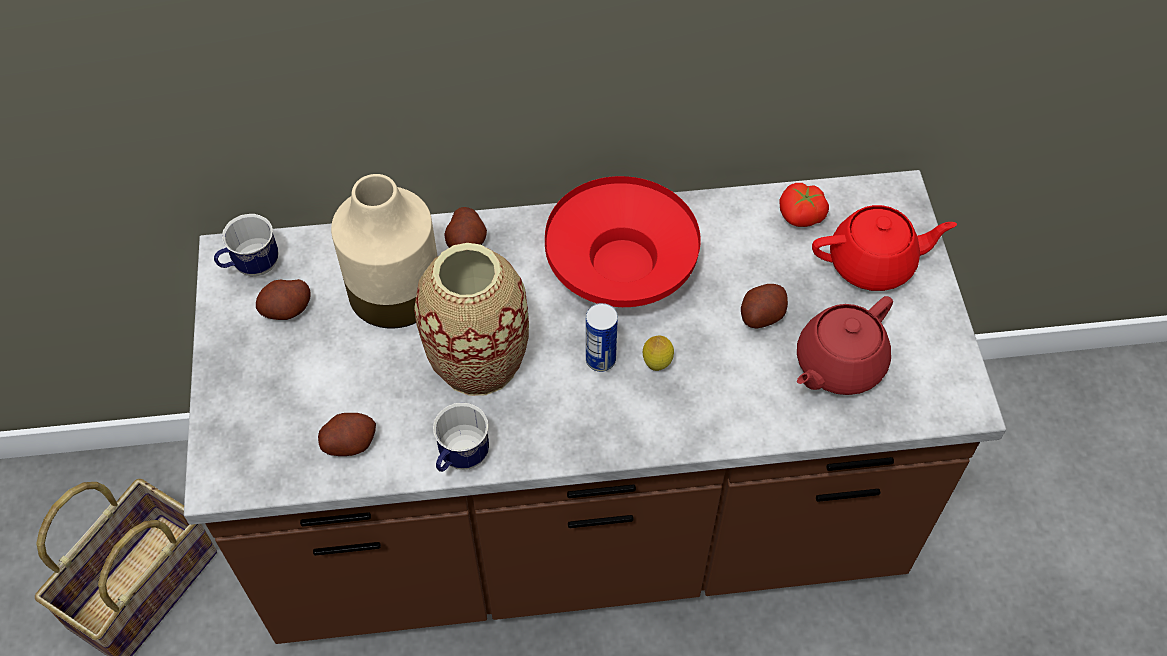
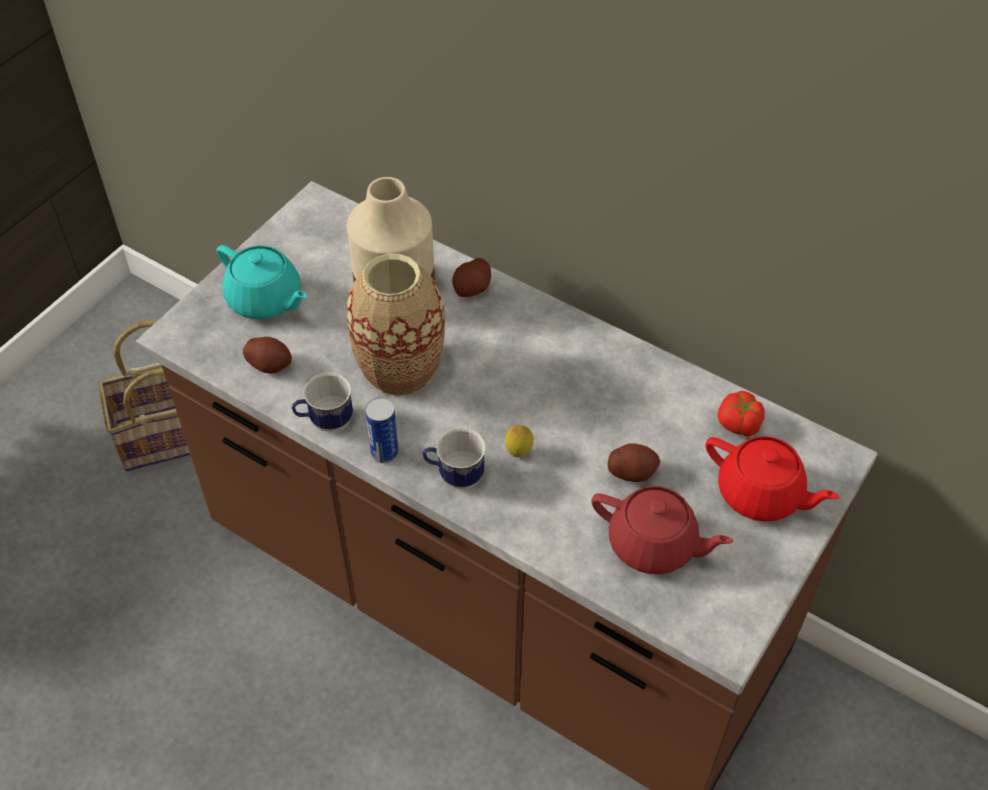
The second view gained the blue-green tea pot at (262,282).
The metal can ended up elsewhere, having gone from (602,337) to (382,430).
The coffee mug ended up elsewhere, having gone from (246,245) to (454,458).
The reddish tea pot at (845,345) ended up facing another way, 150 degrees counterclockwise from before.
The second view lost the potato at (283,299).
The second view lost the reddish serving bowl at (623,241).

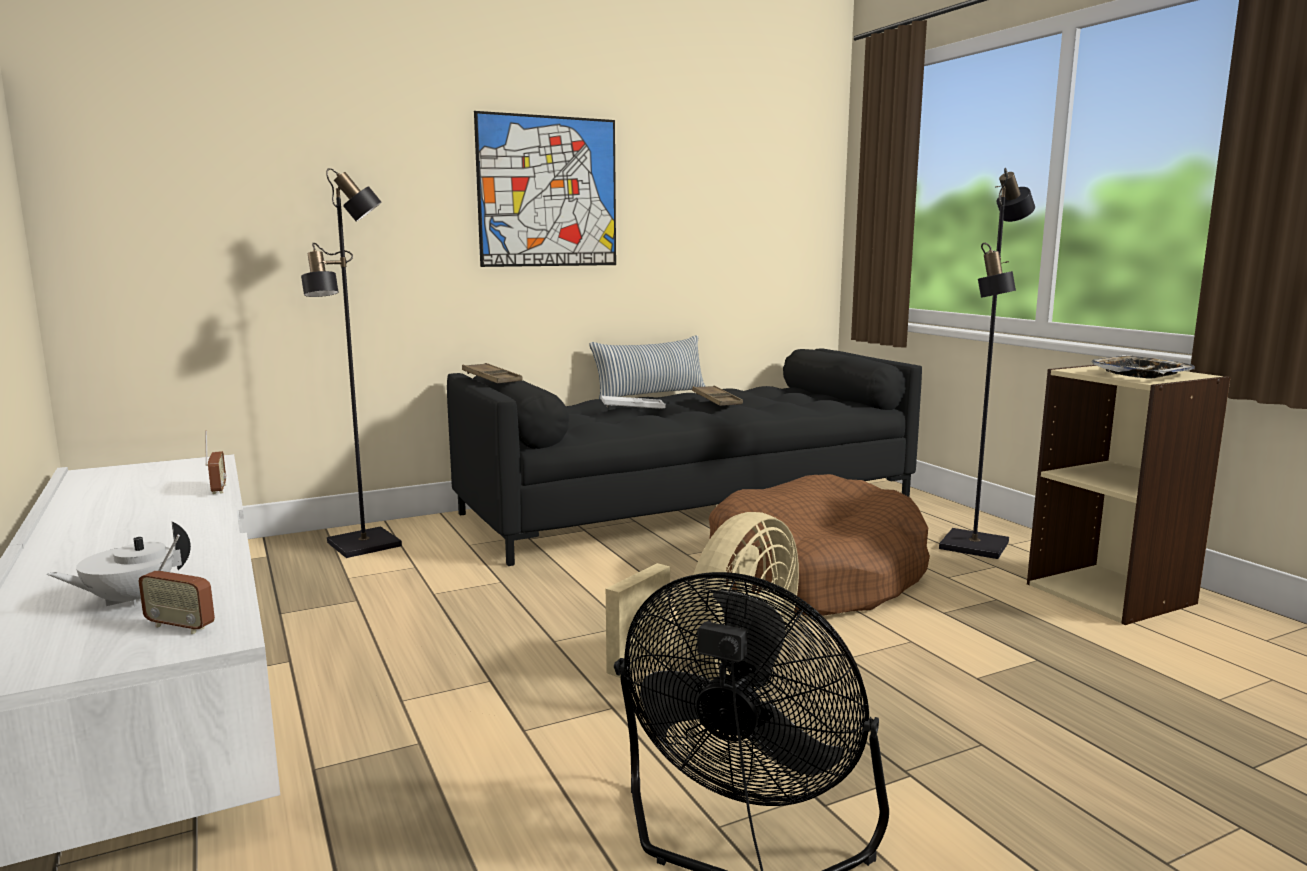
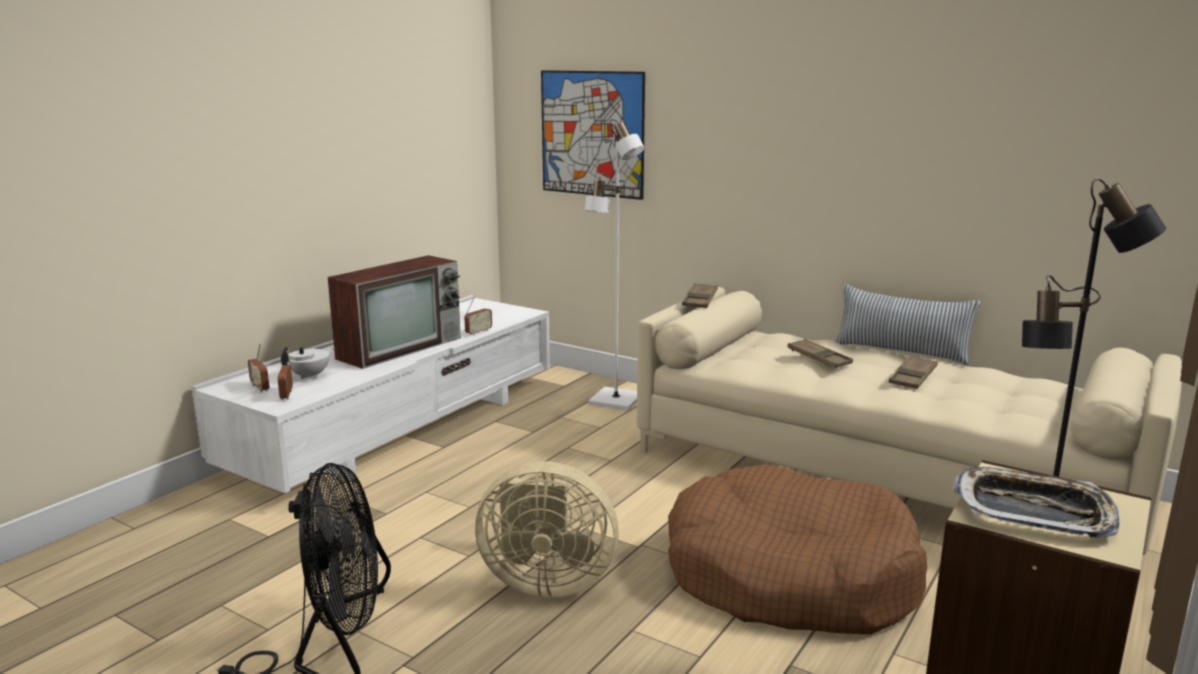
The second view gained the radio receiver at (258,367).
The white-coloured tea pot at (119,564) ended up facing another way, 105 degrees clockwise from before.
The second view gained the TV at (394,312).
The wall art ended up elsewhere, having gone from (545,189) to (593,135).
What was the blackish standing lamp at (351,363) turned into the white-coloured standing lamp at (614,265).
What was the blackish settee at (684,457) turned into the beige settee at (909,421).
What was the white-coloured carrying tray at (633,402) turned into the brown carrying tray at (820,353).

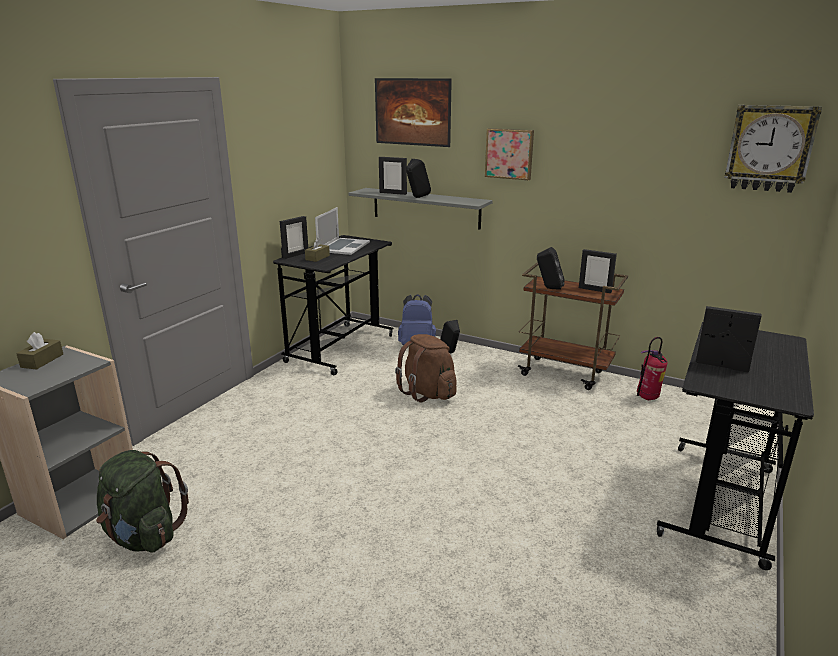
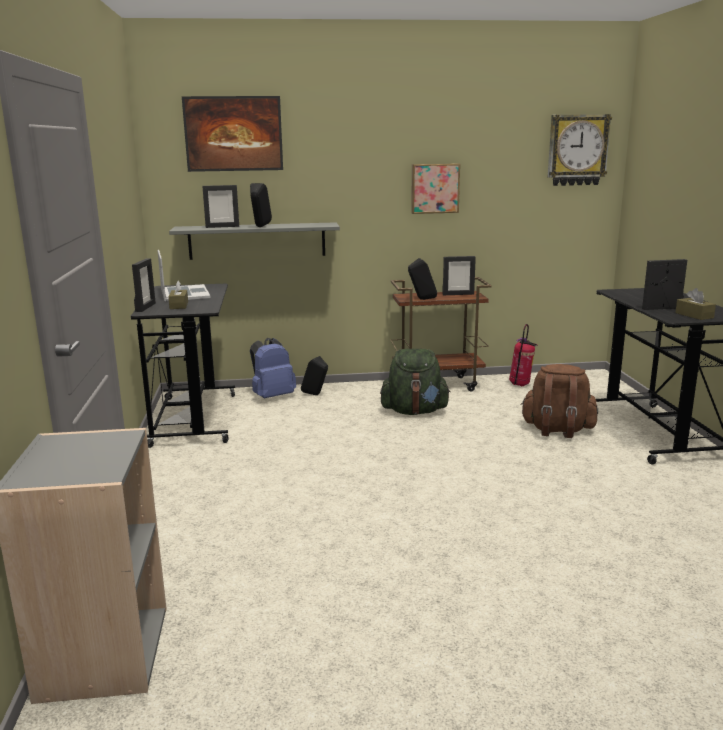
The greenish knapsack ended up elsewhere, having gone from (142,501) to (415,382).
The wall art ended up elsewhere, having gone from (509,154) to (435,188).
The brown knapsack ended up elsewhere, having gone from (426,368) to (559,401).
The brown box of tissues ended up elsewhere, having gone from (39,350) to (695,304).

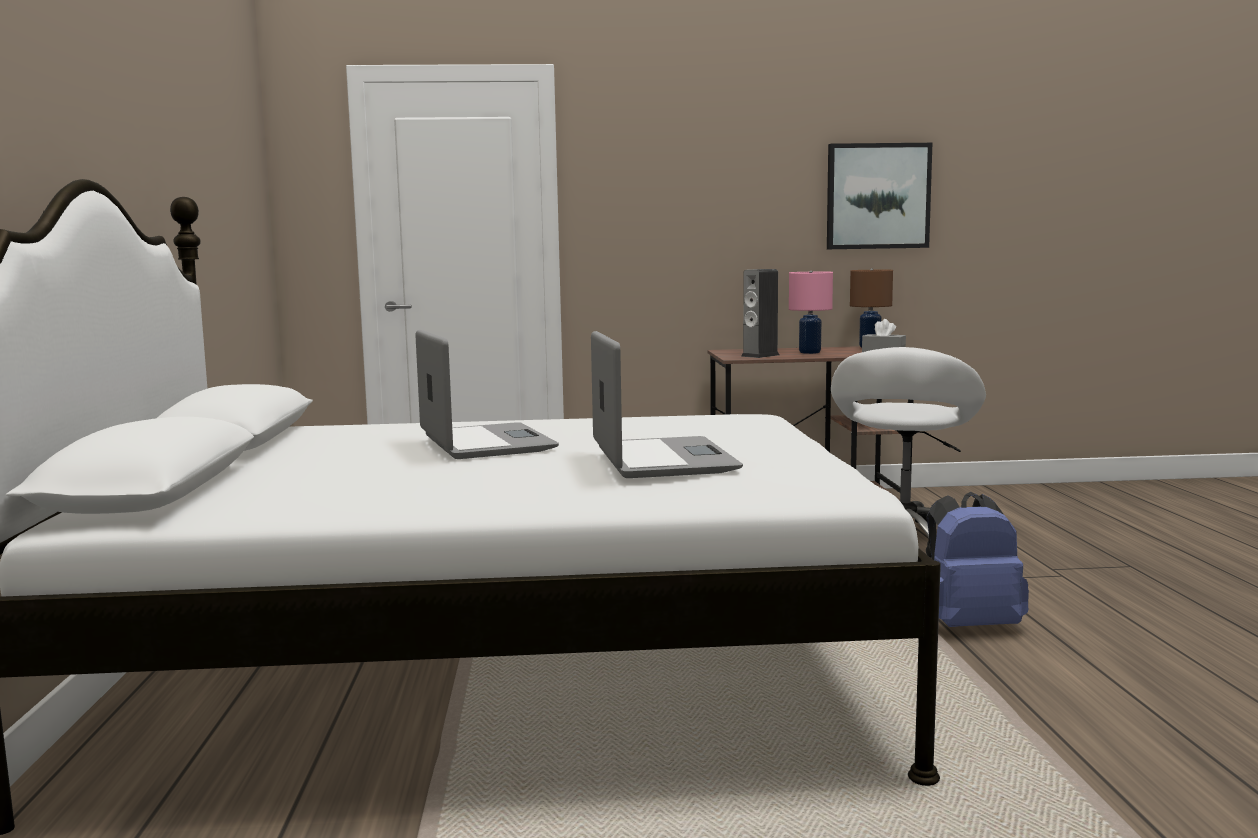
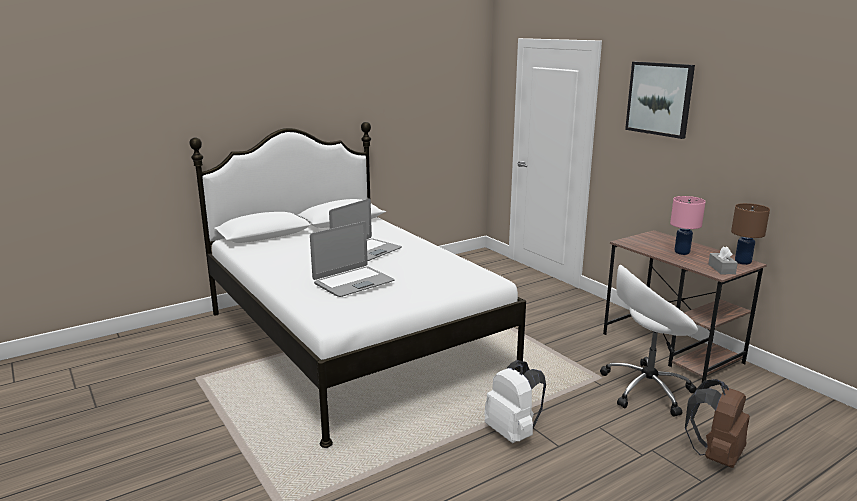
What was the bluish knapsack at (978,559) turned into the white-coloured knapsack at (515,401).
The wall art ended up elsewhere, having gone from (879,196) to (660,100).
The second view gained the brown knapsack at (717,423).
The second view lost the speaker at (760,313).

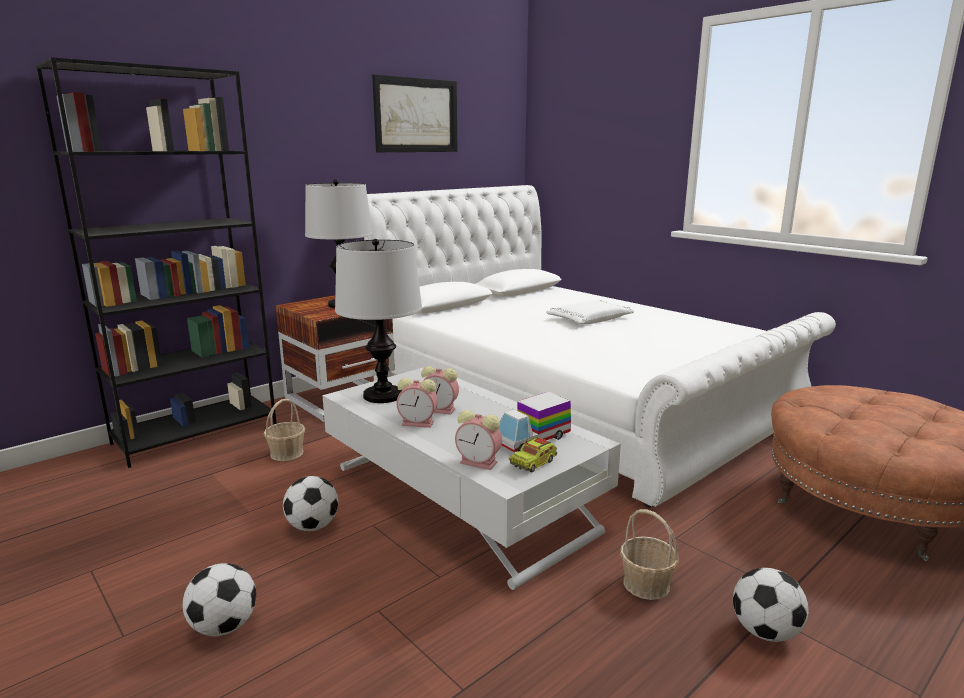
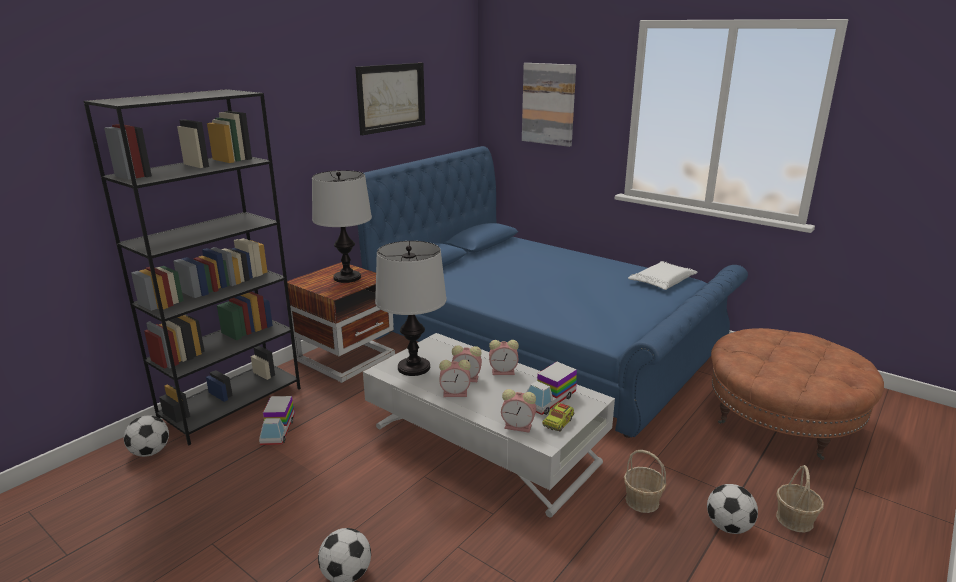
The ball for football ended up elsewhere, having gone from (310,503) to (146,436).
The second view gained the toy truck at (277,420).
What was the white-coloured bed at (600,346) turned into the bluish bed at (552,292).
The second view gained the alarm clock at (504,357).
The second view gained the wall art at (549,105).
The white-coloured cushion ended up elsewhere, having gone from (590,312) to (662,275).
The basket ended up elsewhere, having gone from (284,430) to (800,499).

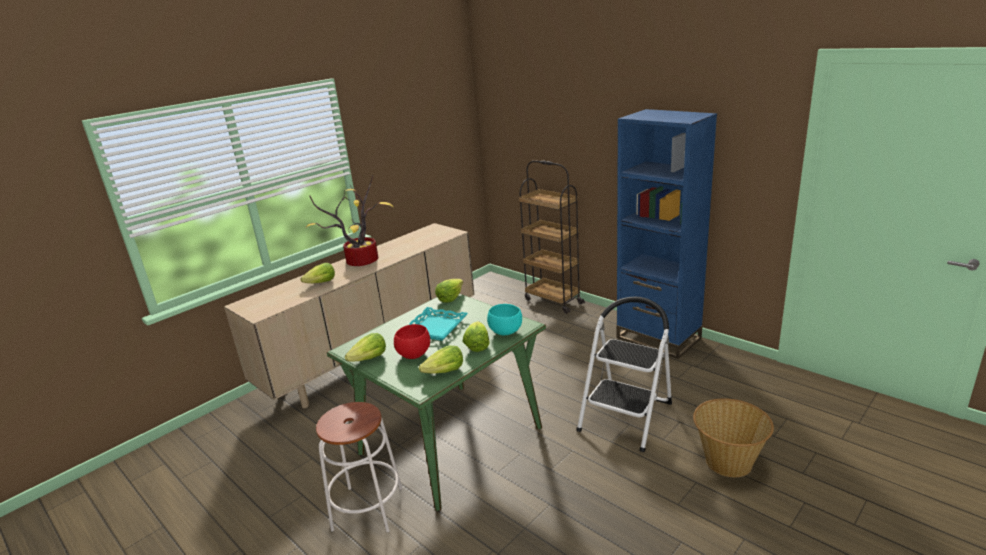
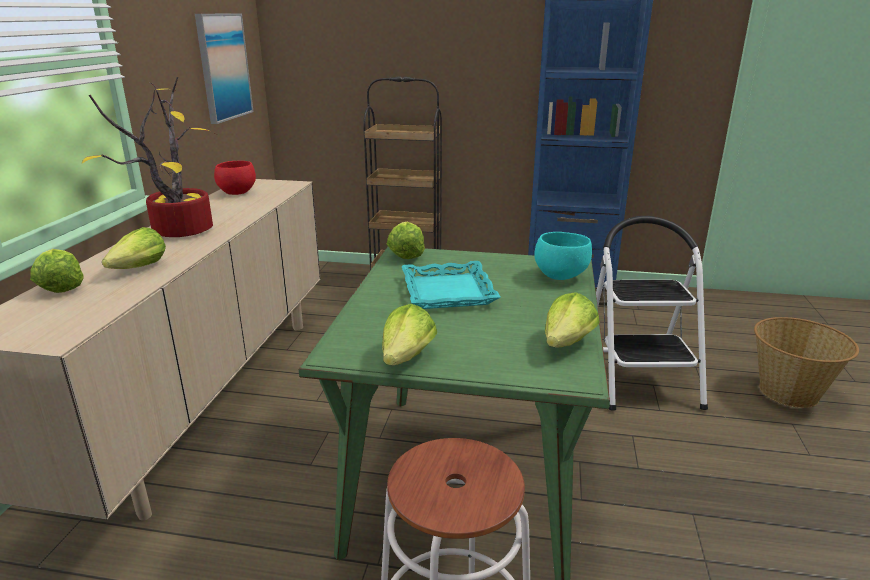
The lettuce ended up elsewhere, having gone from (476,336) to (57,271).
The second view gained the wall art at (224,68).
The reddish serving bowl ended up elsewhere, having gone from (412,341) to (235,178).

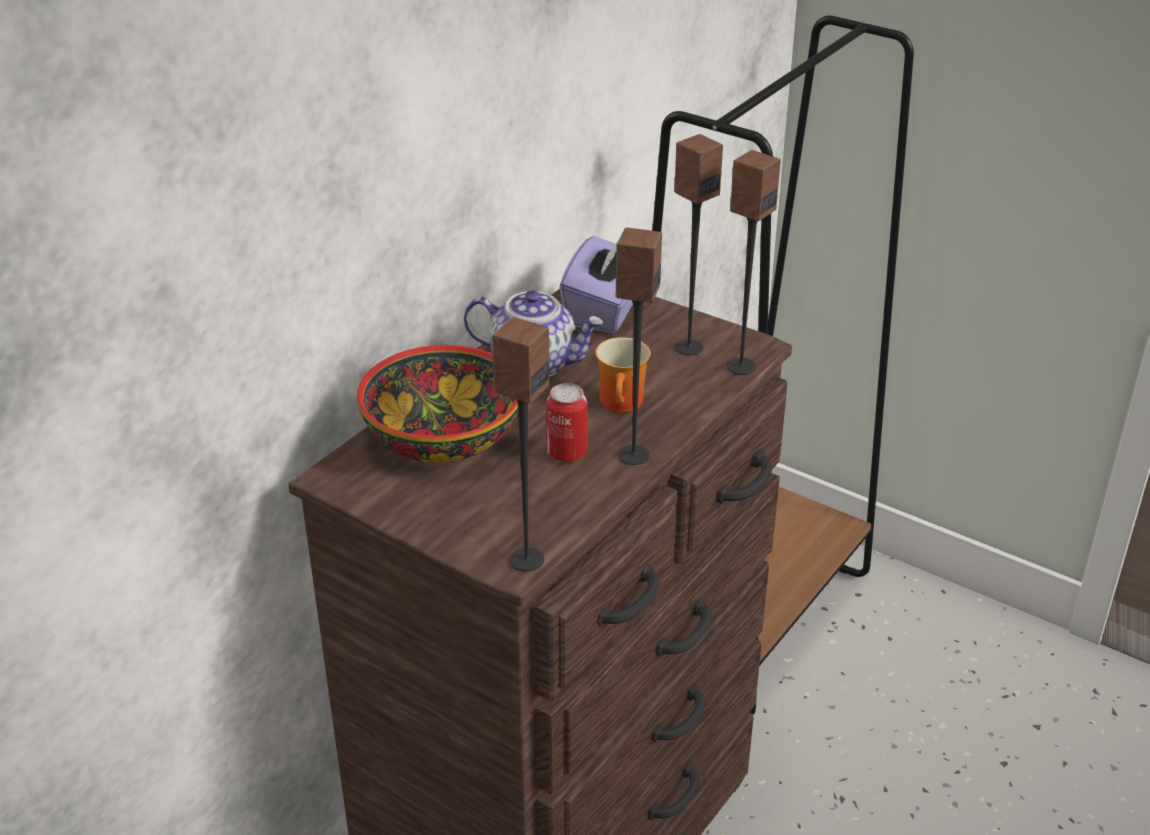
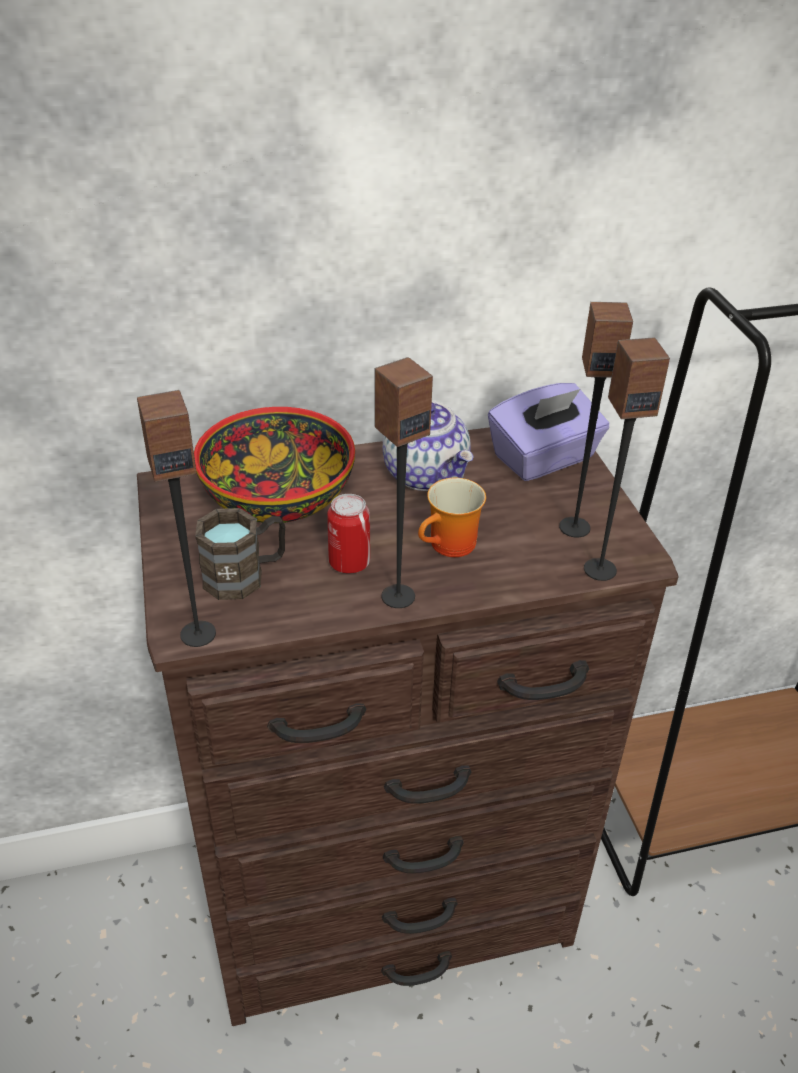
The second view gained the brown coffee mug at (240,554).

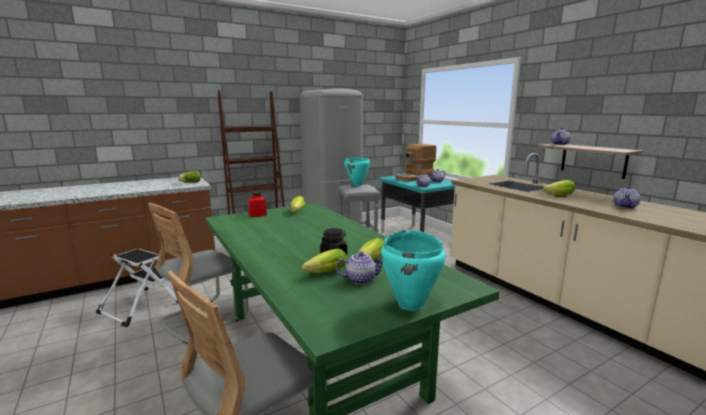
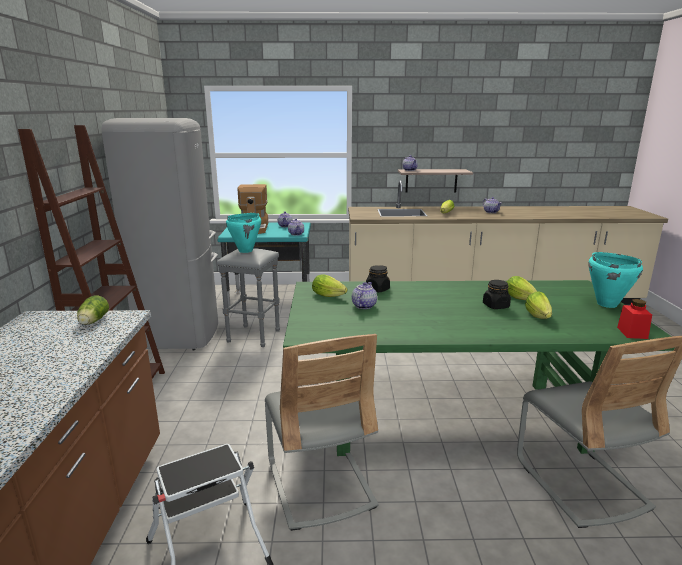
The tea pot ended up elsewhere, having gone from (359,268) to (364,295).
The second view gained the blackish preserve jar at (378,278).
The reddish preserve jar ended up elsewhere, having gone from (257,204) to (634,319).

